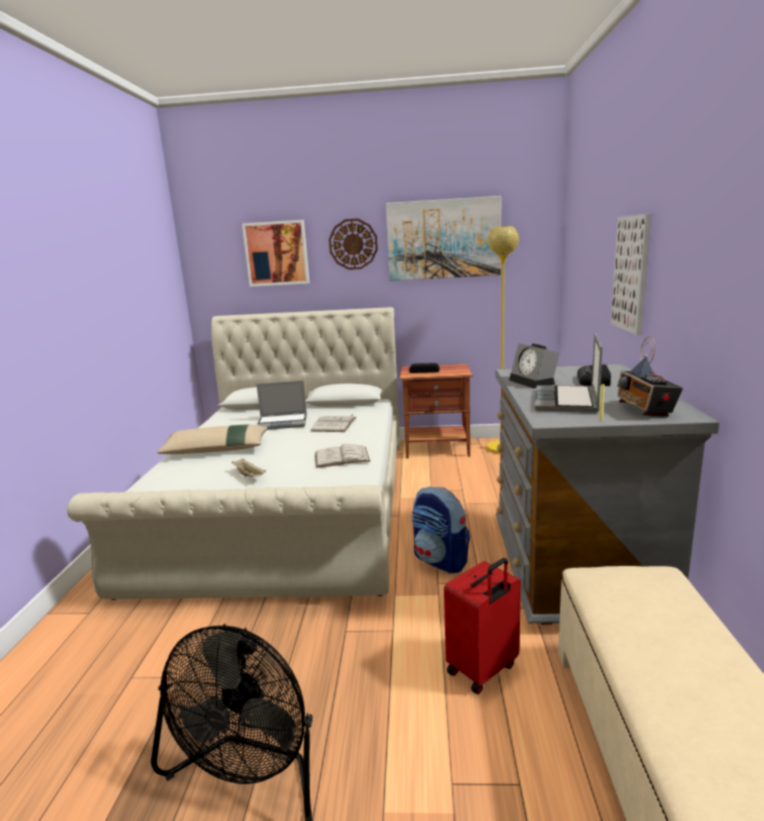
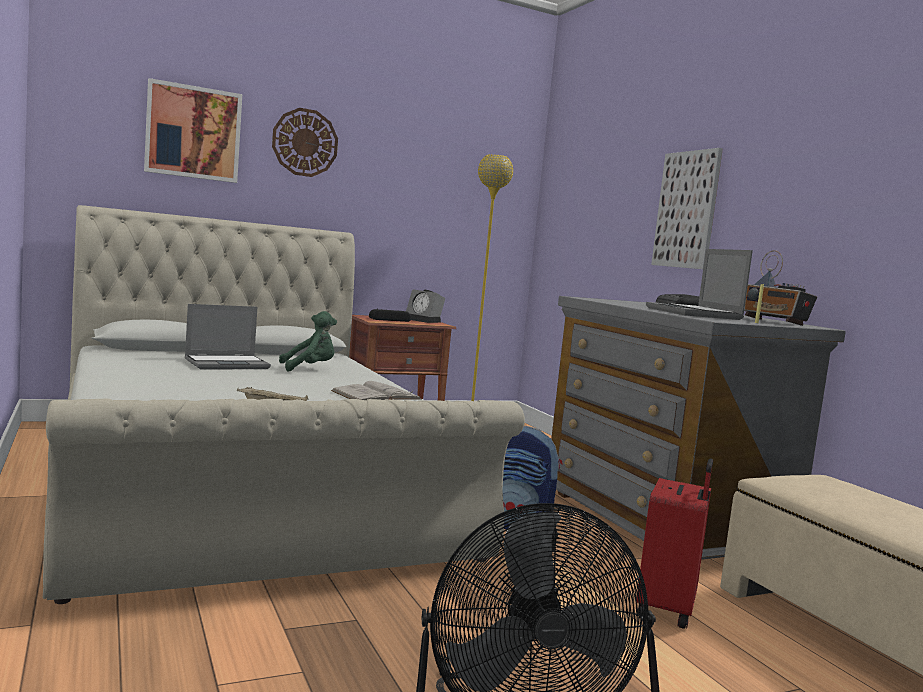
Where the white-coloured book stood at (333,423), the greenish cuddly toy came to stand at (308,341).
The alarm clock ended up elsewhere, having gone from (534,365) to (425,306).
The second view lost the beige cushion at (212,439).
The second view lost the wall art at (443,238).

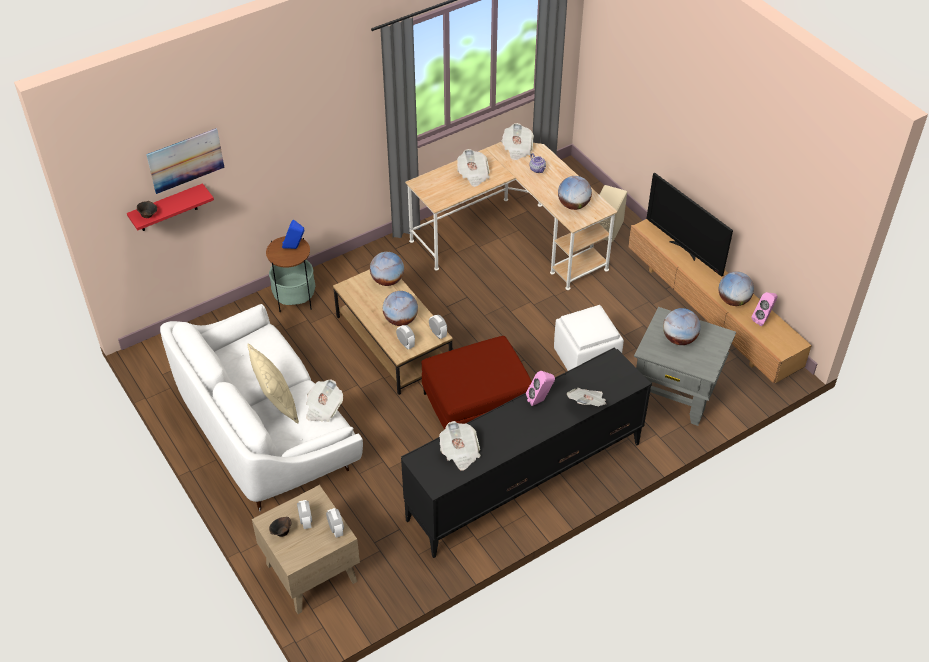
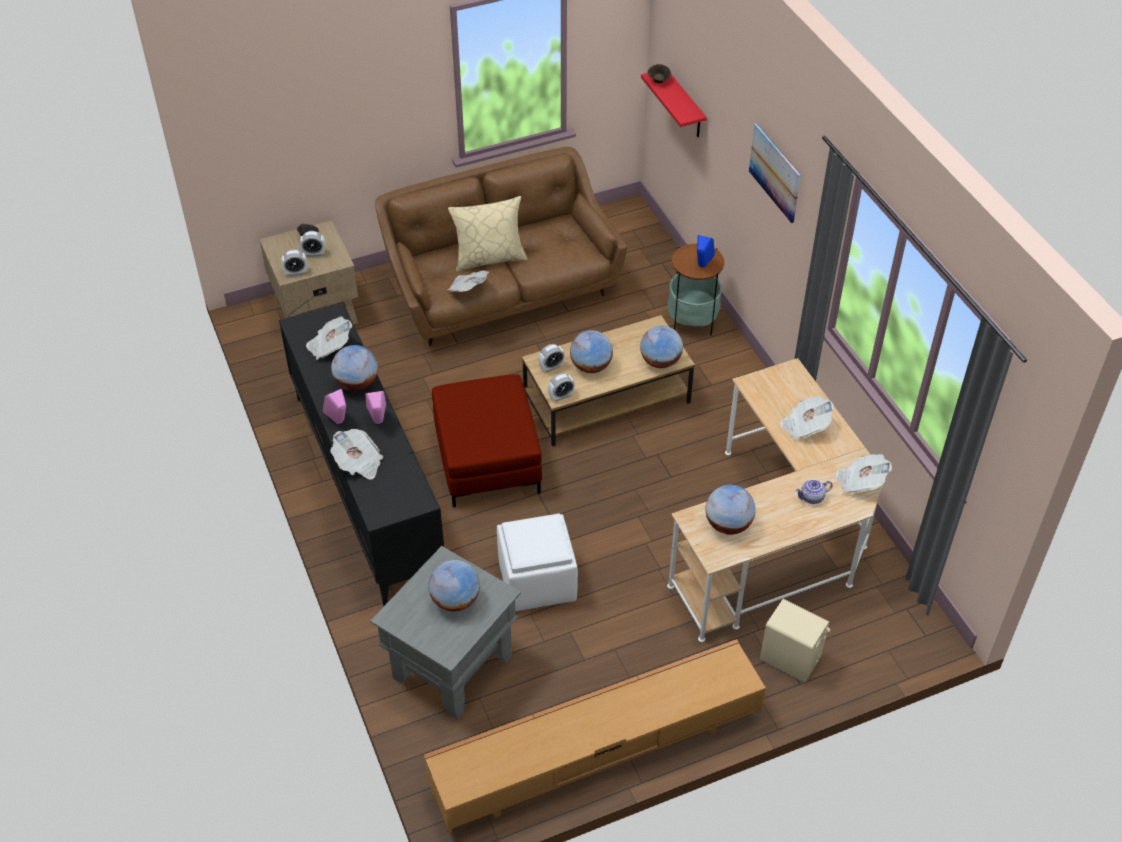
The pink speaker ended up elsewhere, having gone from (765,309) to (334,406).
The globe ended up elsewhere, having gone from (736,288) to (354,368).
What was the white-coloured settee at (261,407) turned into the brown settee at (501,246).
The wall art ended up elsewhere, having gone from (185,161) to (775,173).
The second view lost the TV at (689,225).

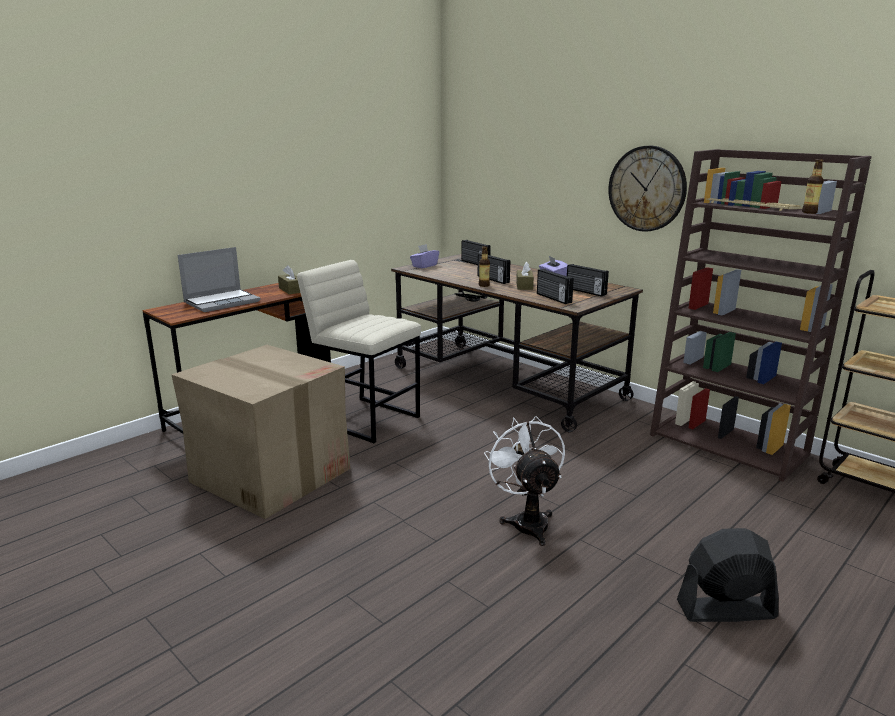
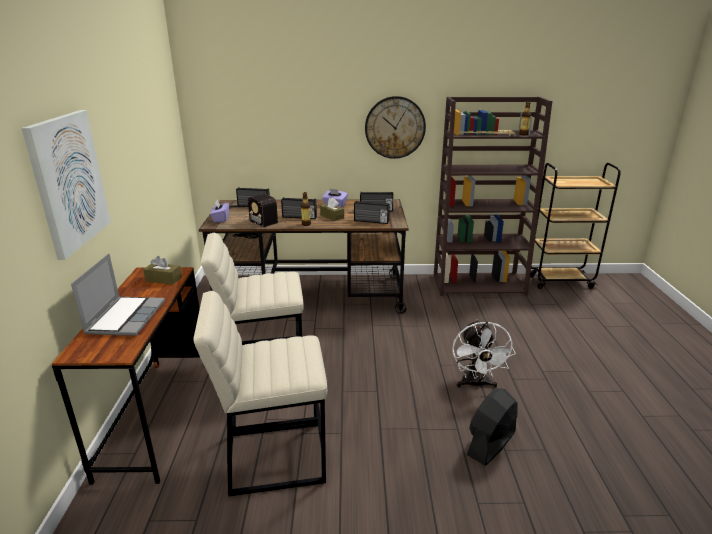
The second view gained the wall art at (66,185).
Where the packing box stood at (260,432), the beige upright chair came to stand at (260,393).
The second view gained the radio receiver at (260,210).
The white-coloured cooling fan at (524,481) ended up facing another way, 120 degrees counterclockwise from before.
The blackish cooling fan ended up elsewhere, having gone from (728,575) to (492,427).

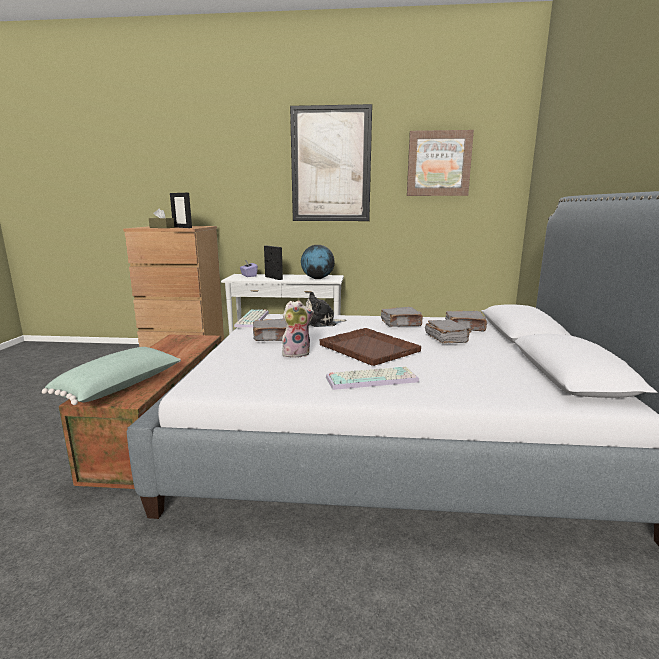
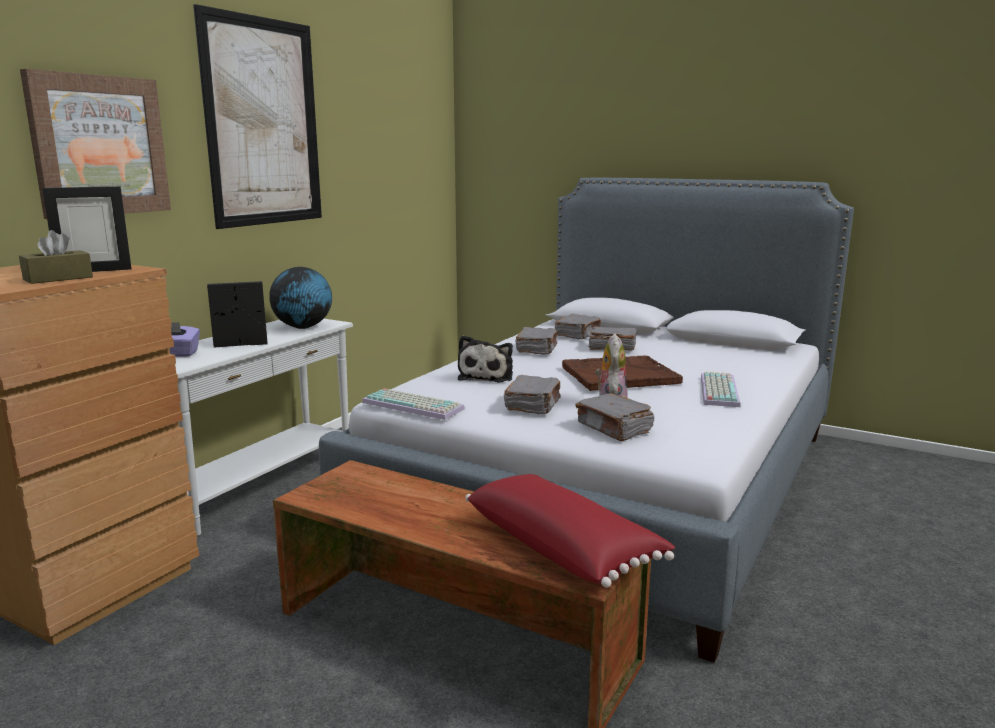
The wall art ended up elsewhere, having gone from (440,163) to (95,144).
What was the greenish cushion at (111,376) turned into the reddish cushion at (570,531).
The second view gained the greyish book at (614,417).

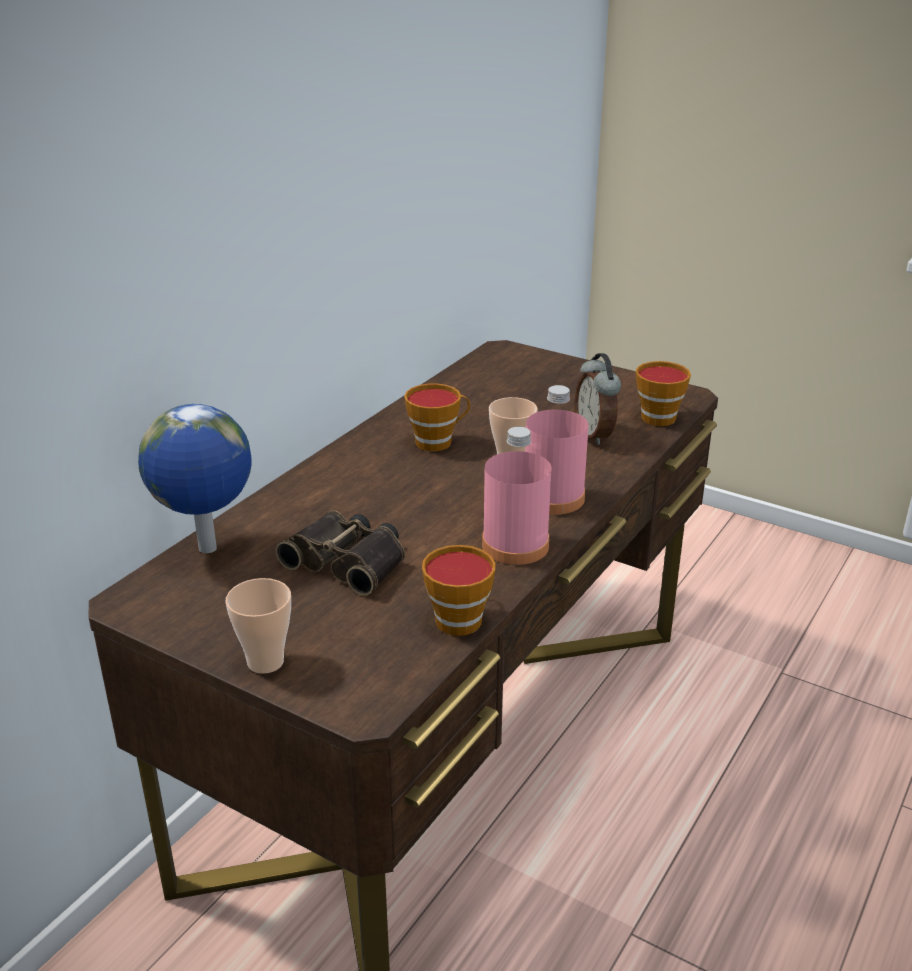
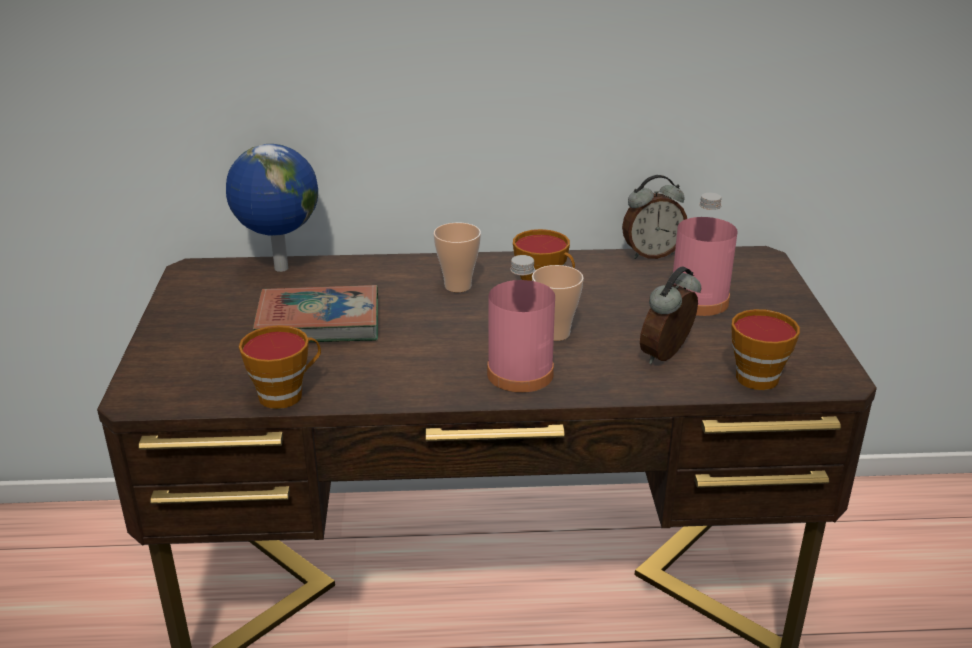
Where the binoculars stood at (340,553), the book came to stand at (315,313).
The drinking cup ended up elsewhere, having gone from (258,626) to (457,257).
The second view gained the alarm clock at (654,217).
The pink drink bottle ended up elsewhere, having gone from (517,496) to (705,254).

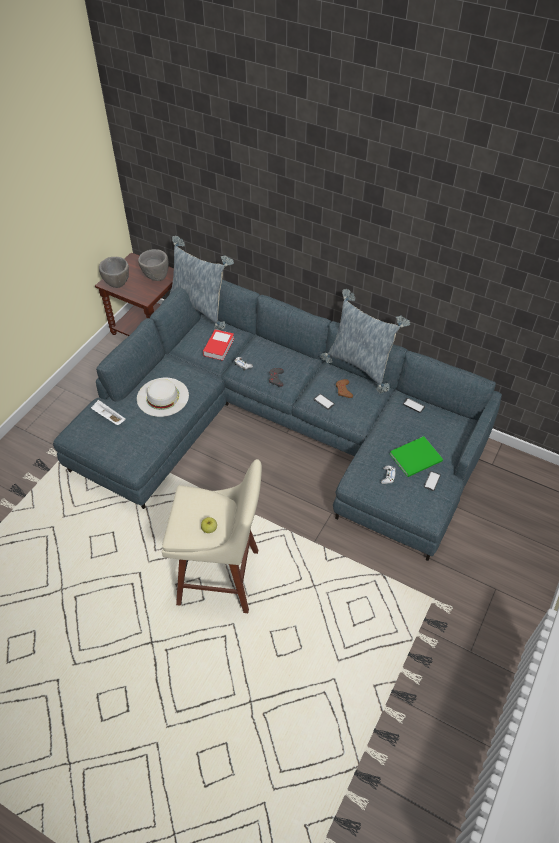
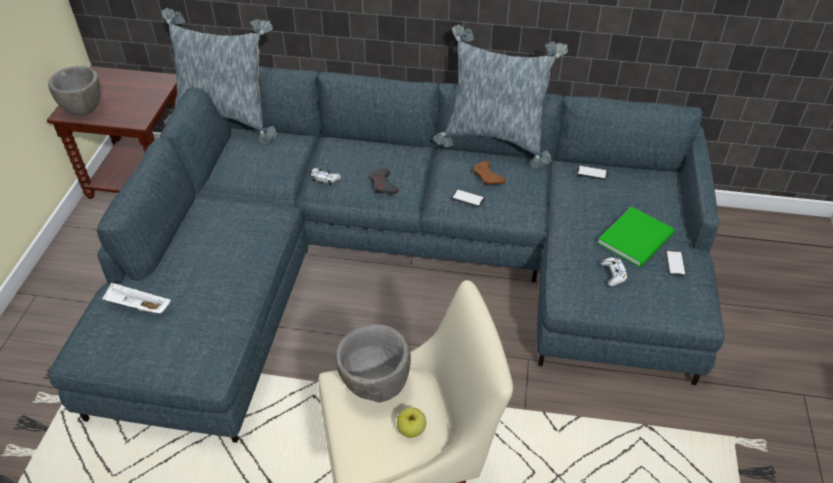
The greyish serving bowl ended up elsewhere, having gone from (153,265) to (373,363).
The second view lost the white-coloured wearable hat at (163,397).
The second view lost the book at (218,345).

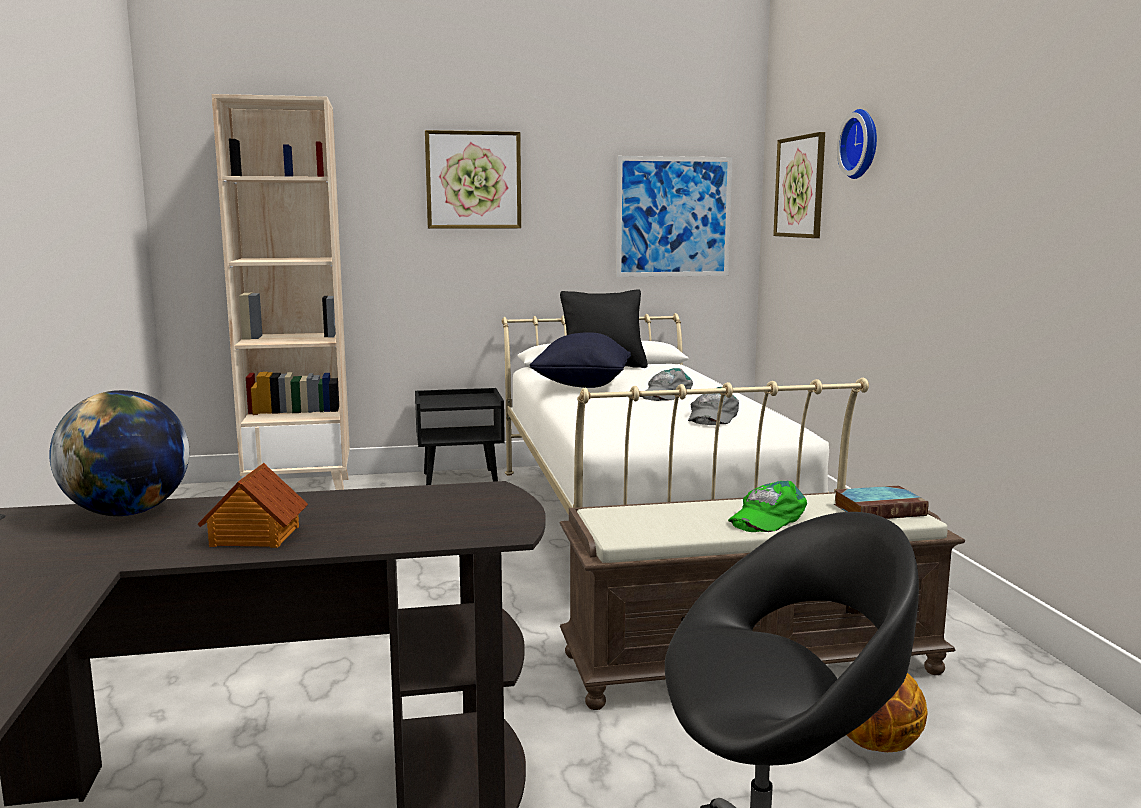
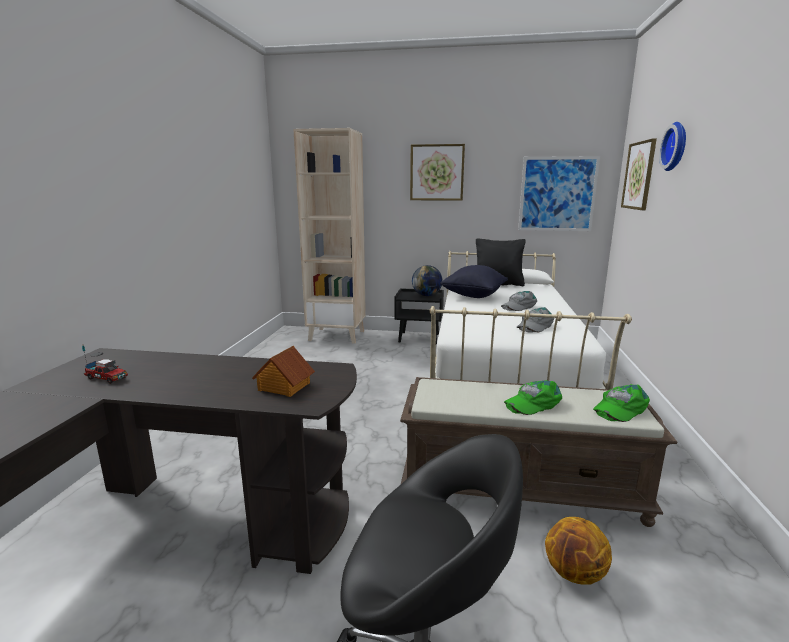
The second view gained the toy truck at (105,365).
The toy house ended up elsewhere, having gone from (253,505) to (283,371).
The globe ended up elsewhere, having gone from (119,453) to (427,280).
Where the book stood at (881,502), the greenish cap came to stand at (621,403).

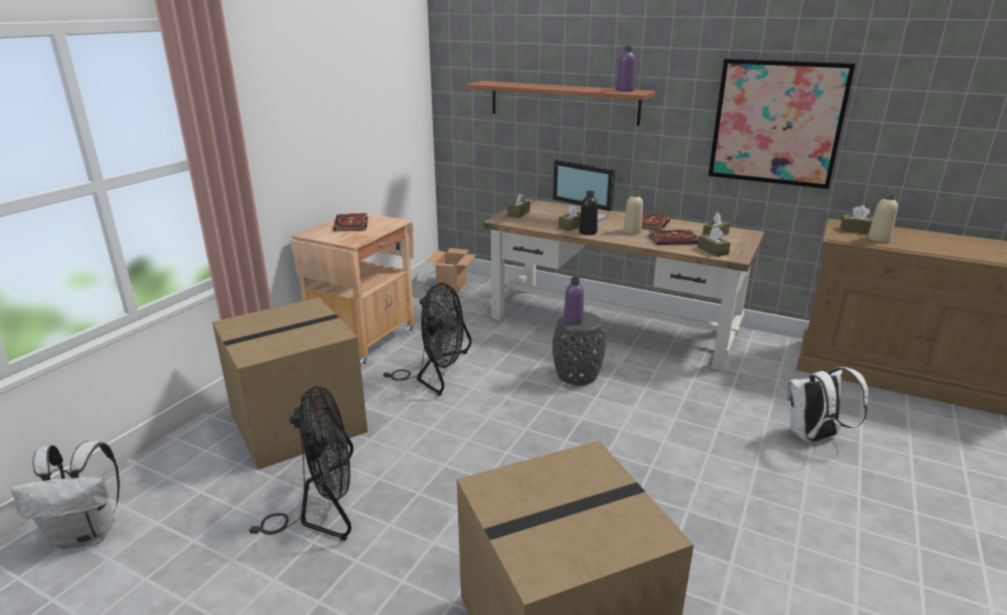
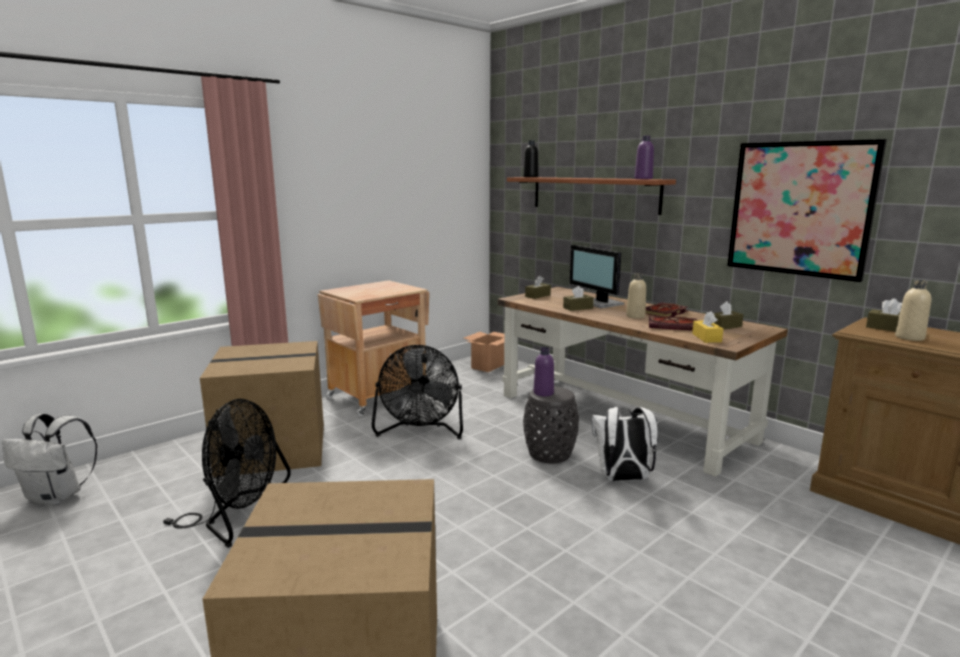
The blackish cooling fan at (427,339) ended up facing another way, 60 degrees clockwise from before.
The blackish drink bottle ended up elsewhere, having gone from (588,213) to (530,158).
The white-coloured knapsack ended up elsewhere, having gone from (827,405) to (625,444).
What was the brown box of tissues at (714,242) turned into the yellowish box of tissues at (707,327).
The second view lost the book at (350,222).

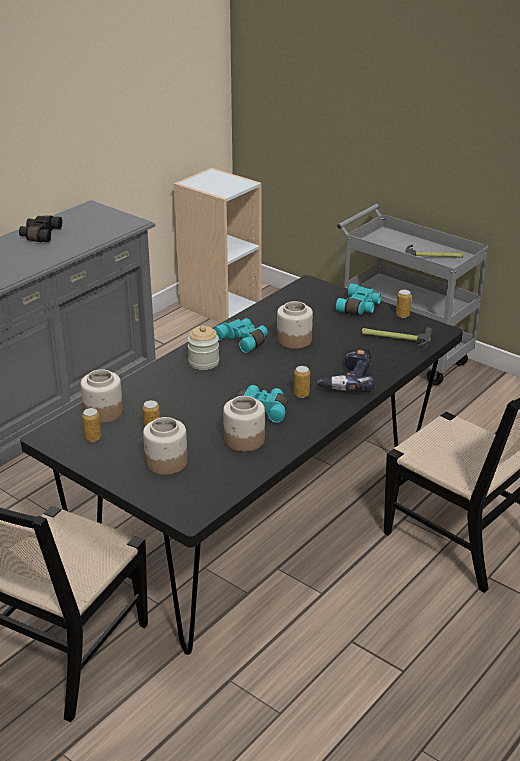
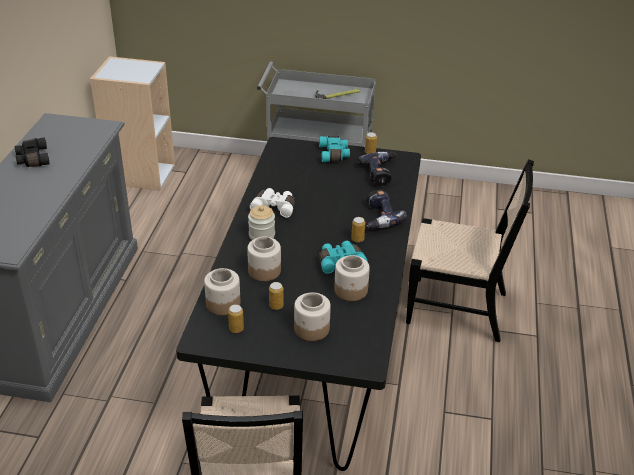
The preserve jar ended up elsewhere, having gone from (295,325) to (264,258).
What was the blue-green binoculars at (240,335) turned into the white-coloured binoculars at (272,203).
Where the hand hammer stood at (397,339), the electric drill came to stand at (377,168).

